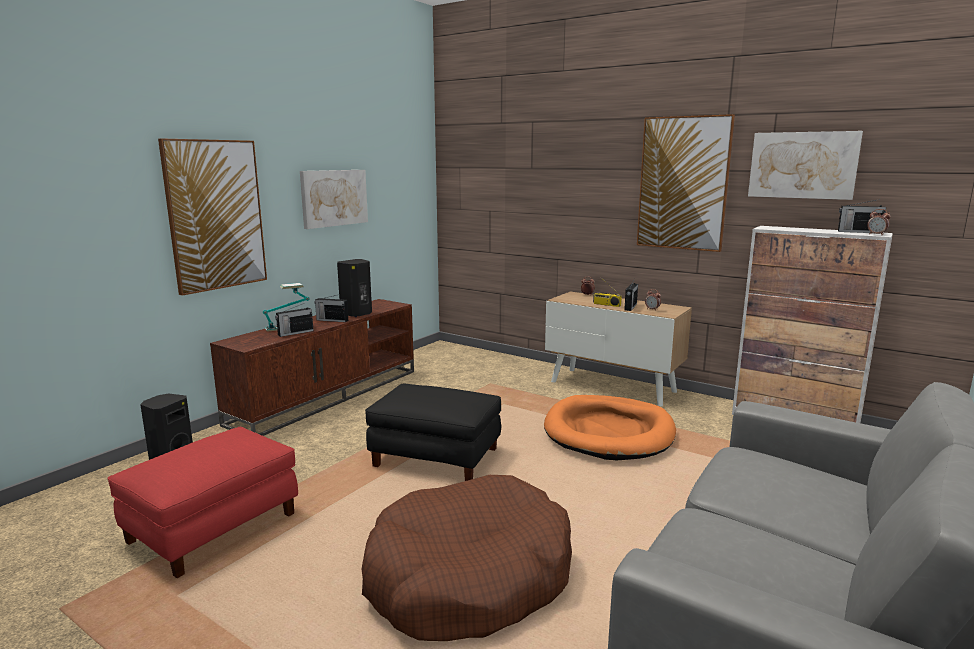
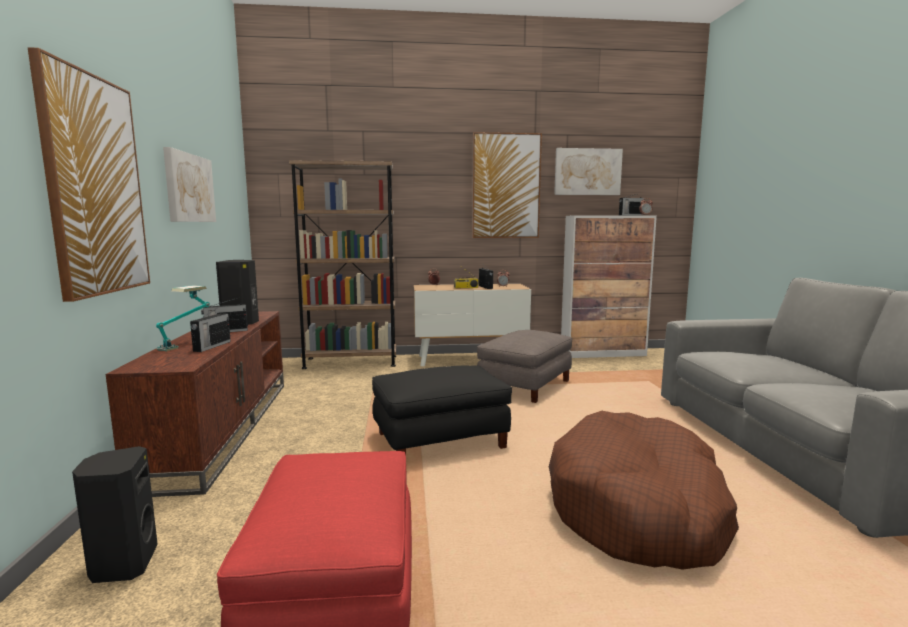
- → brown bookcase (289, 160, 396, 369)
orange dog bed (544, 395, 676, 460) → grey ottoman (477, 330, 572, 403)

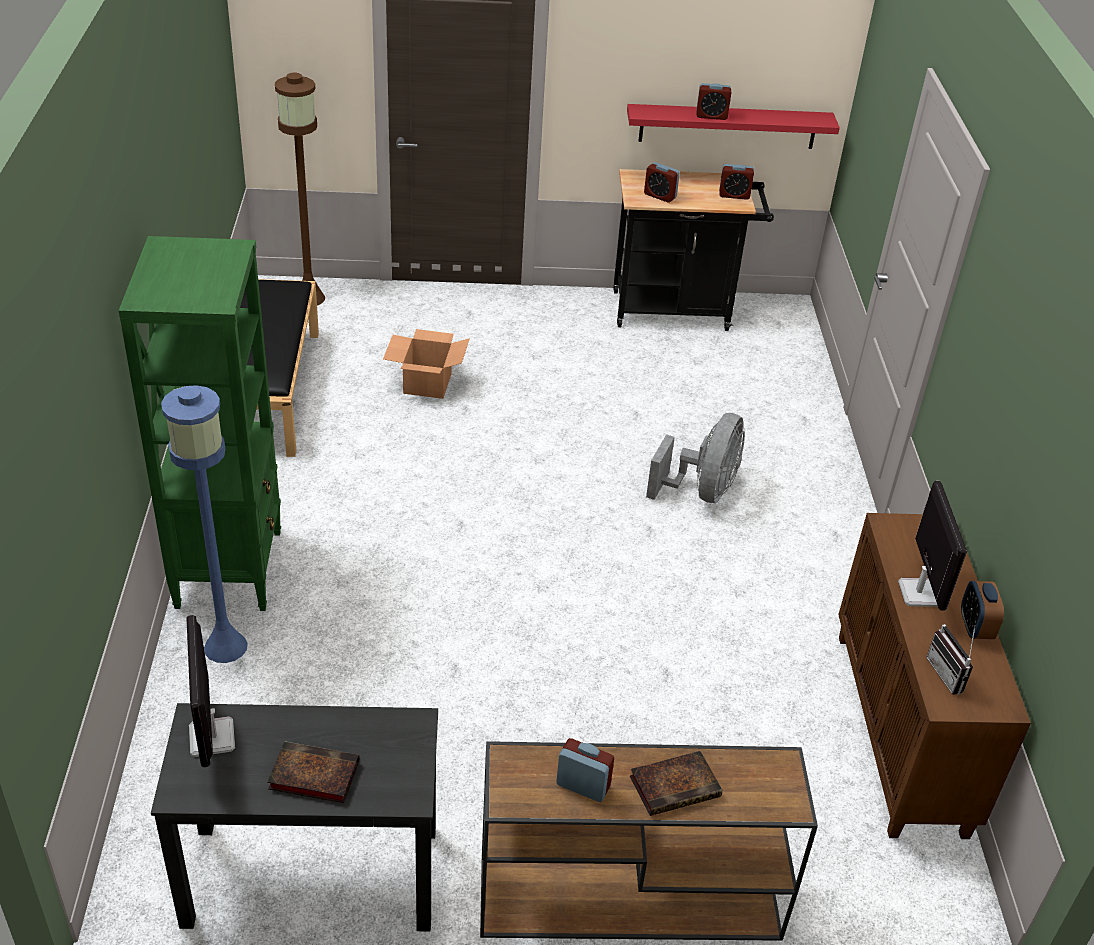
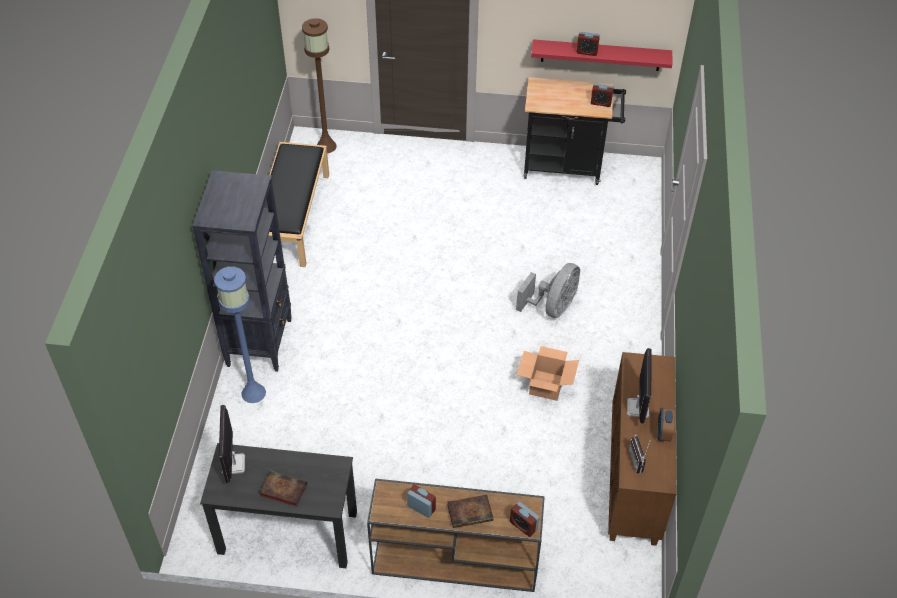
cardboard box (383, 329, 470, 399) → cardboard box (517, 346, 579, 401), moved
alarm clock (644, 162, 680, 202) → alarm clock (510, 502, 539, 537), moved
green bookcase (118, 236, 281, 611) → black bookcase (192, 170, 292, 372)

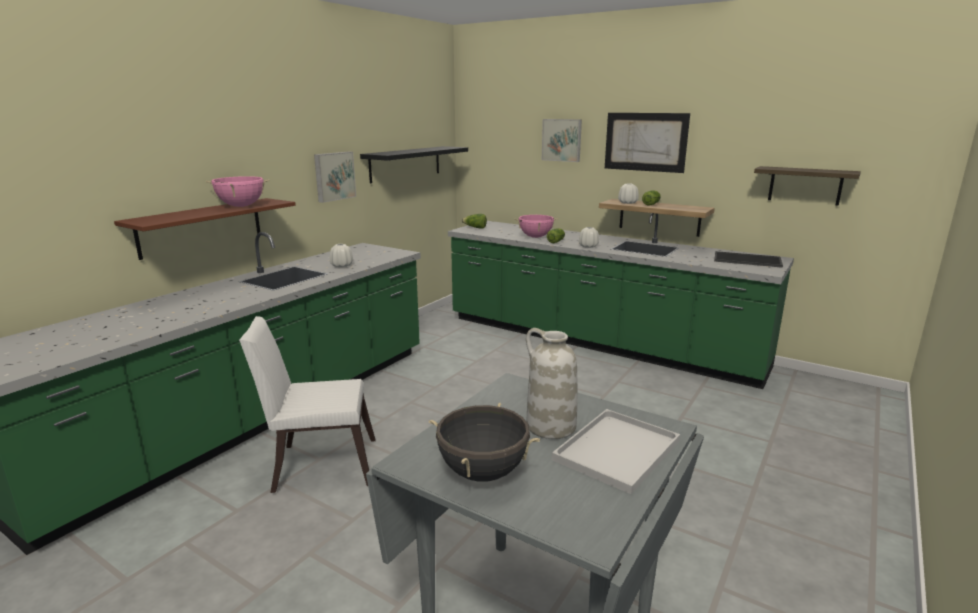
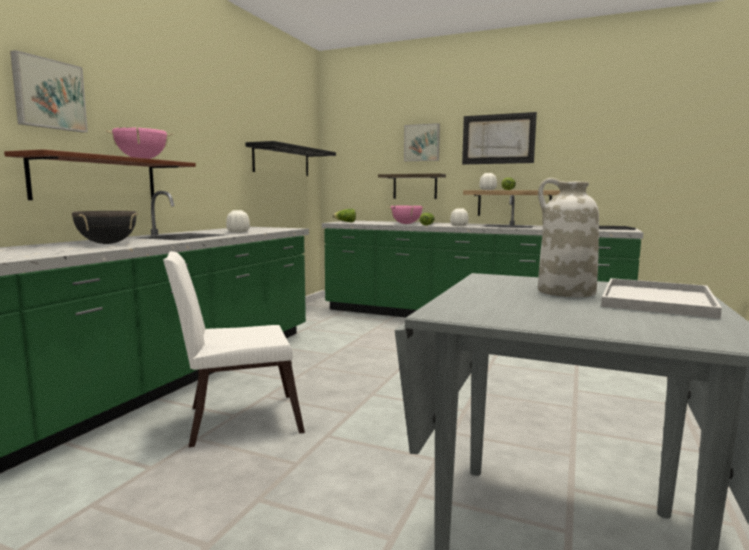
picture (314, 151, 356, 203) → picture (10, 50, 88, 133), moved
black cooking pot (429, 403, 540, 482) → black cooking pot (72, 211, 138, 244), moved
shelf (754, 166, 861, 206) → shelf (378, 173, 446, 199), moved

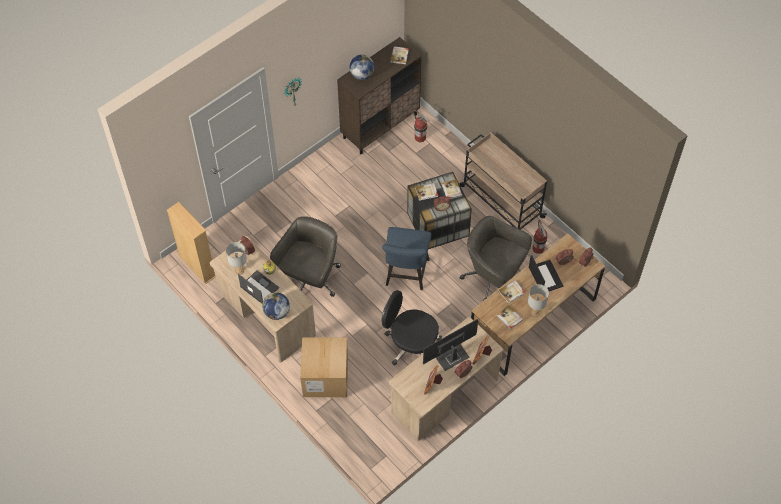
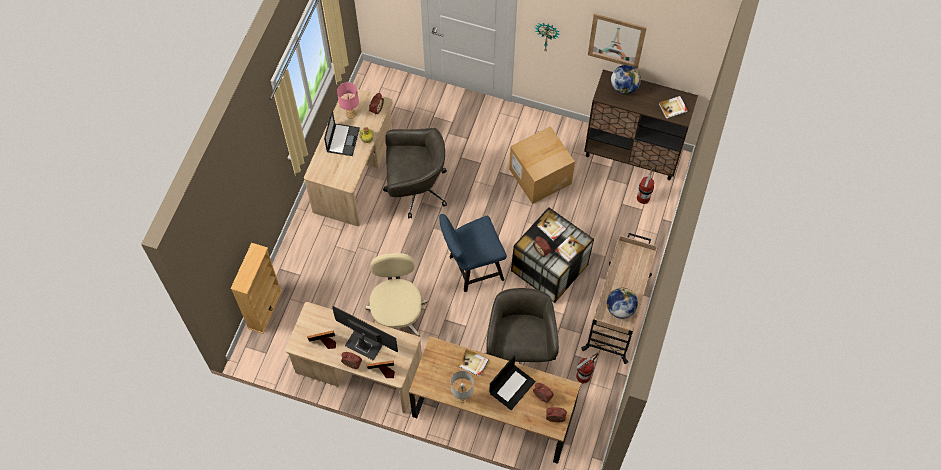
book (496, 305, 523, 330) → -
- → picture (588, 14, 647, 69)
beige bookcase (167, 202, 215, 284) → beige bookcase (230, 243, 282, 334), moved
globe (262, 292, 290, 320) → globe (607, 288, 638, 319), moved
cardboard box (300, 337, 348, 397) → cardboard box (509, 126, 575, 204), moved
grey table lamp (226, 242, 247, 275) → pink table lamp (337, 82, 359, 119)
black office chair (382, 290, 442, 366) → beige office chair (365, 253, 428, 337)

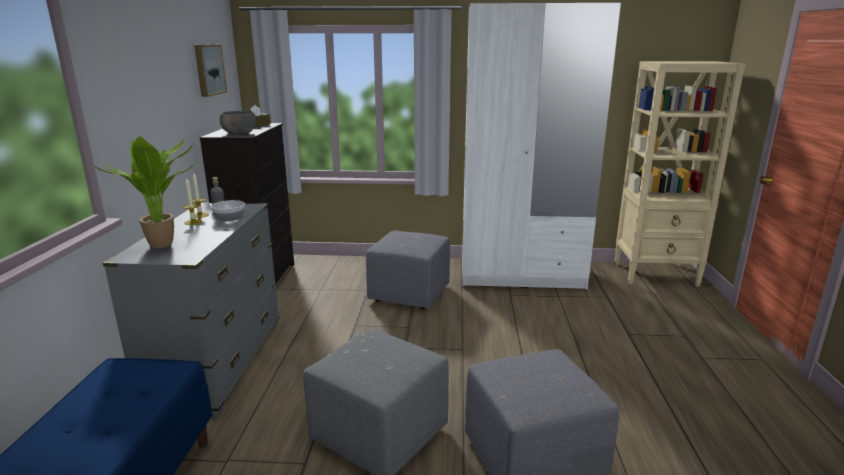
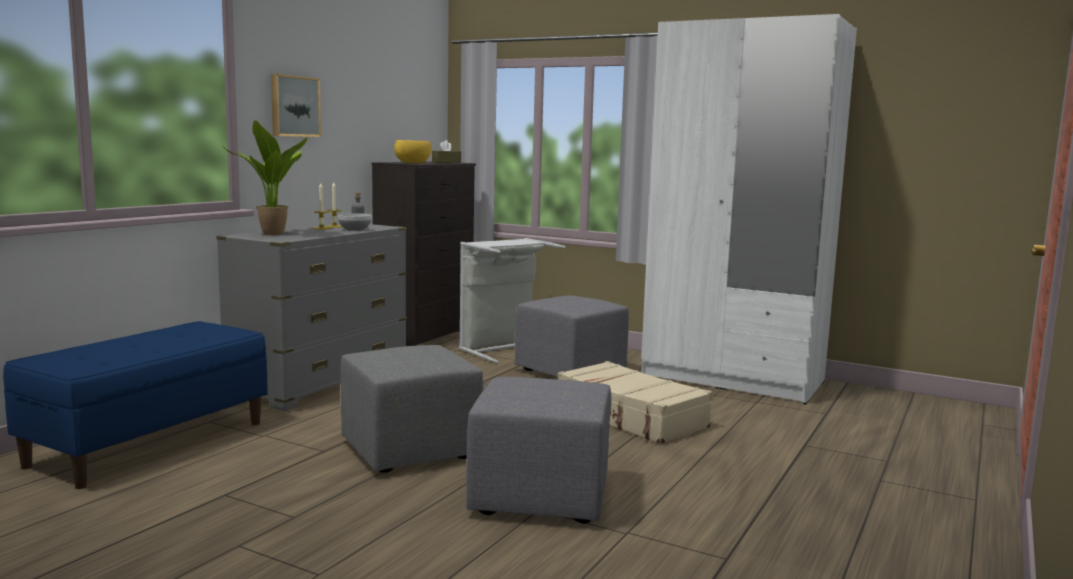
beige bookcase (615, 61, 746, 286) → -
- → grey laundry basket (459, 238, 566, 363)
- → beige suitcase (558, 361, 713, 444)
picture (194, 44, 227, 97) → picture (271, 74, 321, 137), moved
grey bowl (220, 111, 256, 134) → yellow bowl (394, 140, 432, 163)

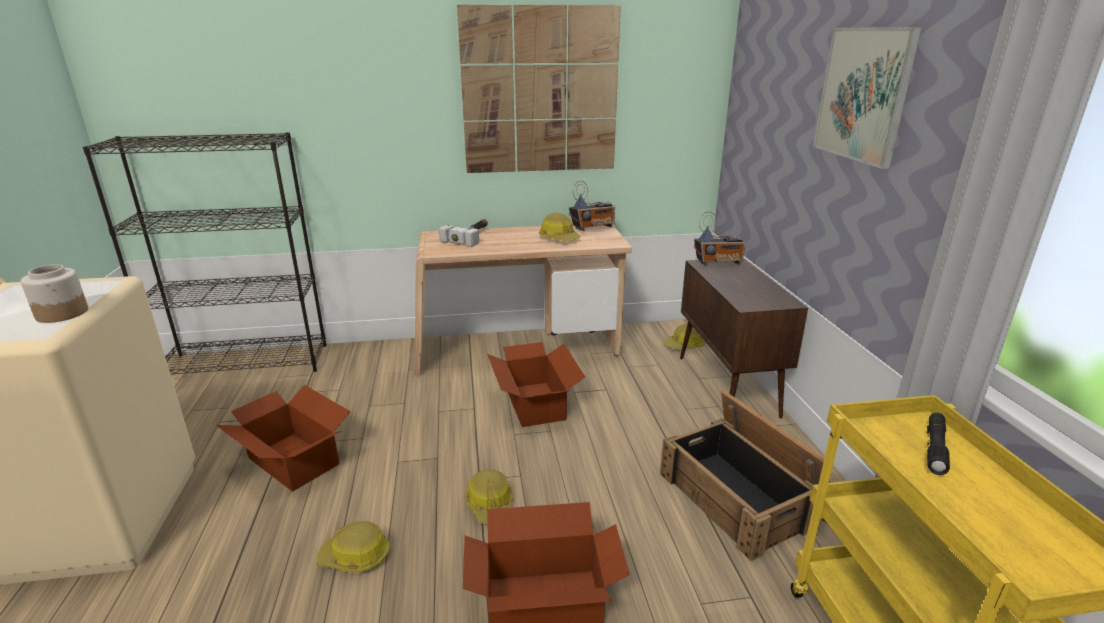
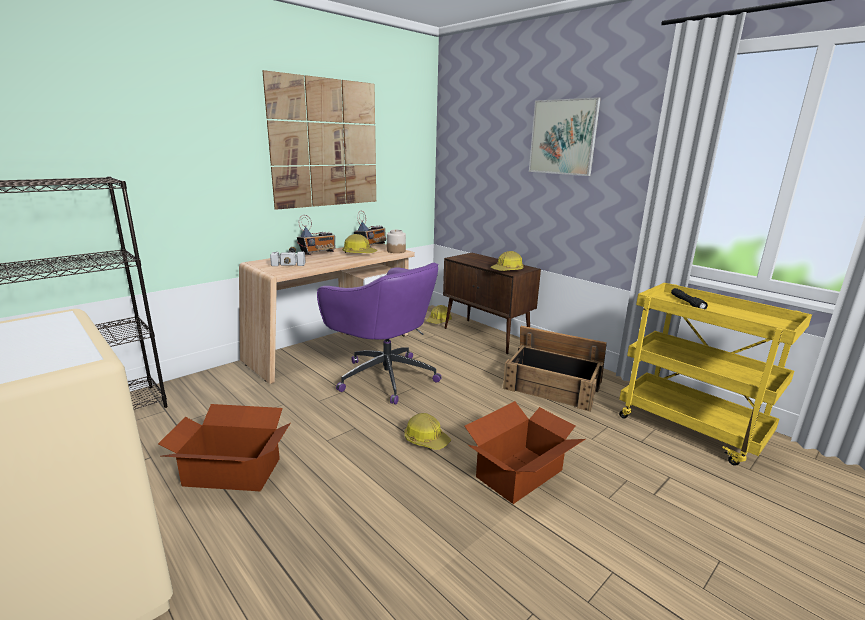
jar (21, 264, 88, 323) → jar (387, 230, 406, 253), moved
hard hat (316, 521, 390, 572) → hard hat (490, 251, 524, 271), moved
radio (694, 212, 746, 266) → radio (297, 215, 336, 255), moved
cardboard box (487, 342, 585, 427) → purple office chair (317, 263, 442, 405)

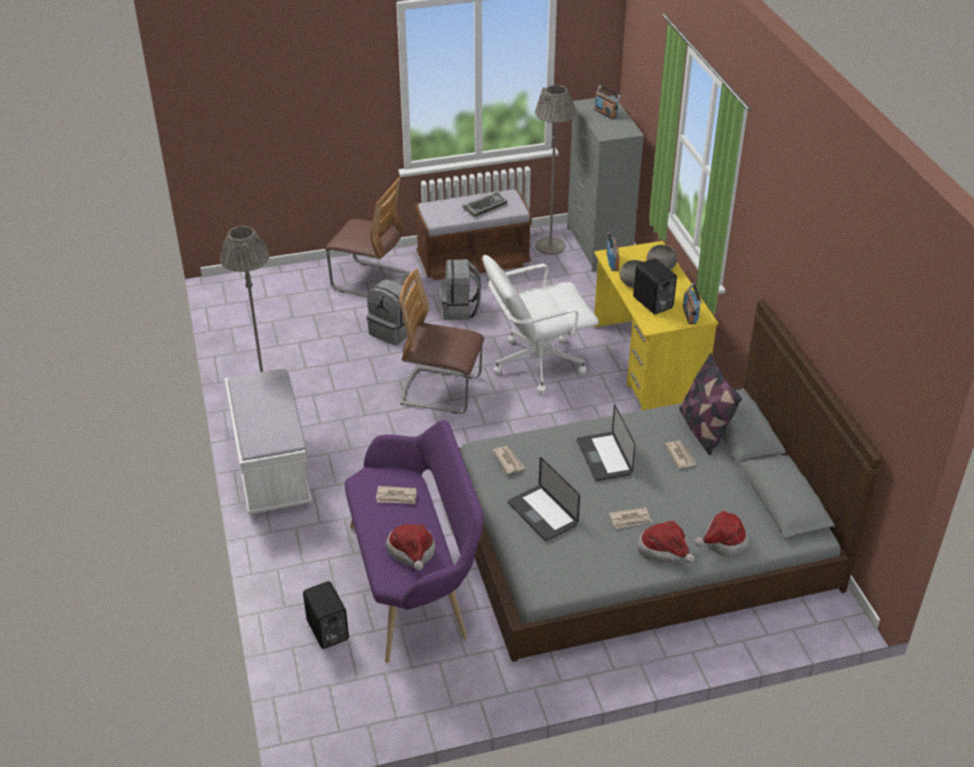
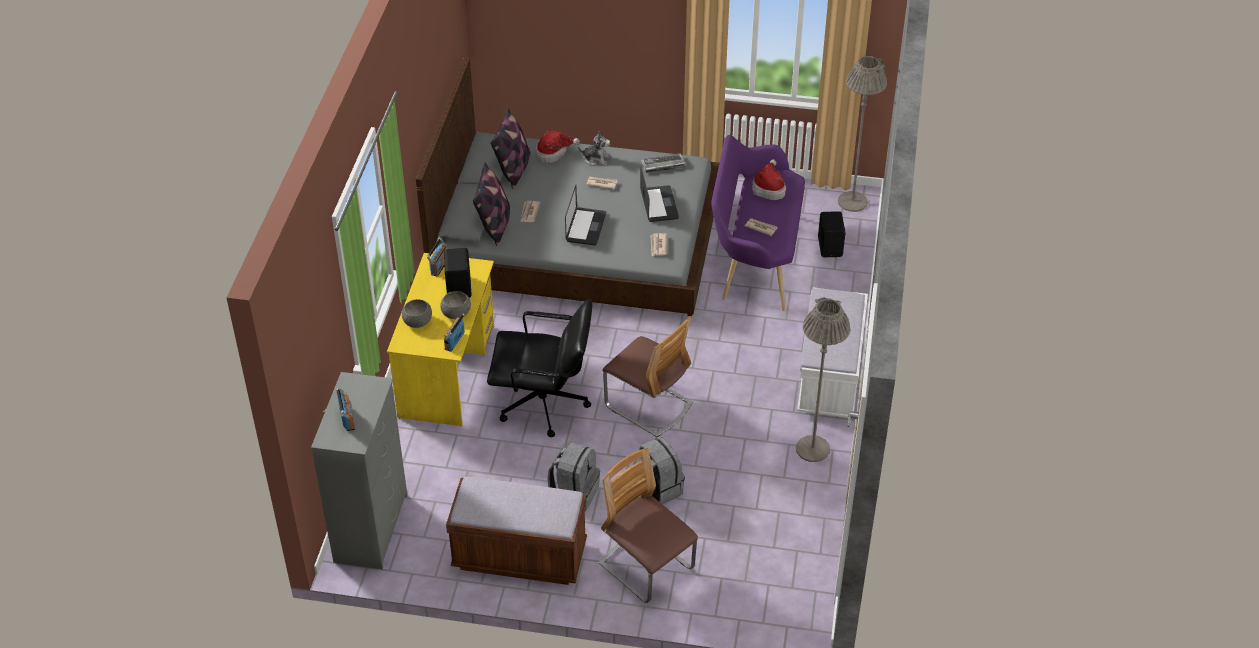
- → pillow (491, 108, 530, 189)
keyboard (463, 191, 507, 217) → keyboard (641, 154, 685, 173), moved
grey floor lamp (535, 85, 576, 255) → grey floor lamp (838, 56, 887, 212), moved
hat (637, 521, 695, 563) → plush toy (578, 131, 611, 166)
white office chair (483, 255, 599, 393) → black office chair (487, 299, 592, 437)

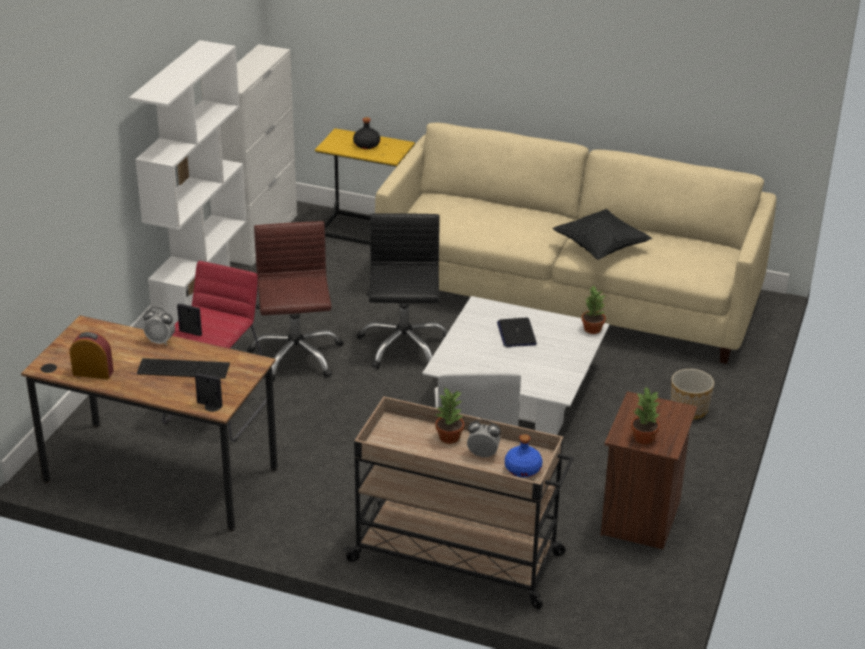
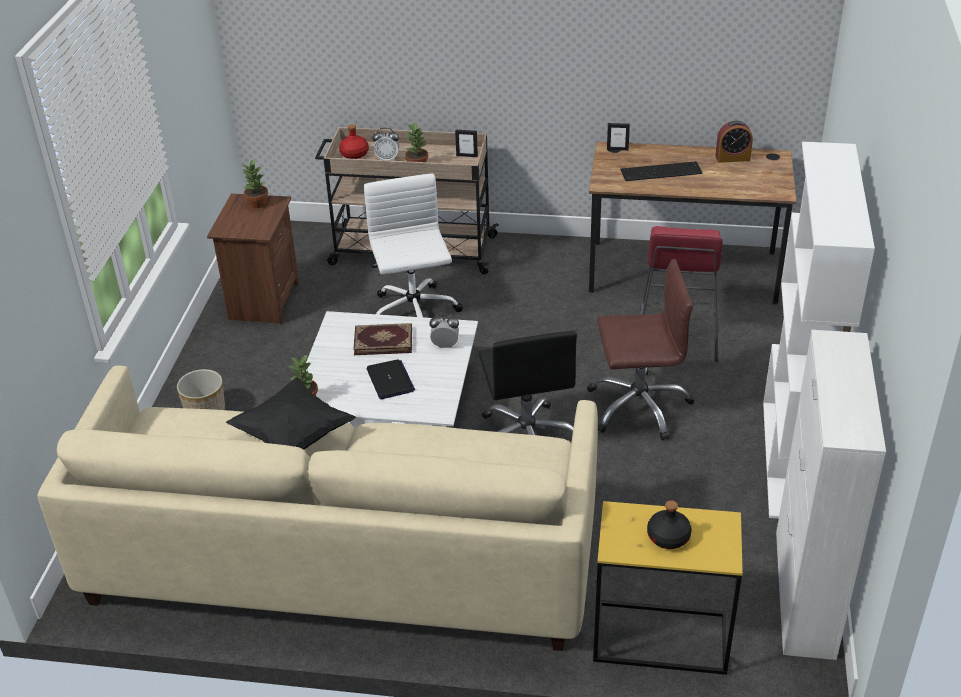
- → book (353, 323, 412, 355)
alarm clock (143, 307, 175, 346) → alarm clock (429, 314, 459, 348), moved
picture frame (177, 303, 202, 336) → picture frame (455, 130, 478, 157), moved
blue bottle (505, 434, 542, 477) → red bottle (339, 124, 369, 159)
brown office chair (247, 221, 344, 382) → brown office chair (587, 259, 694, 441), 75 degrees counterclockwise

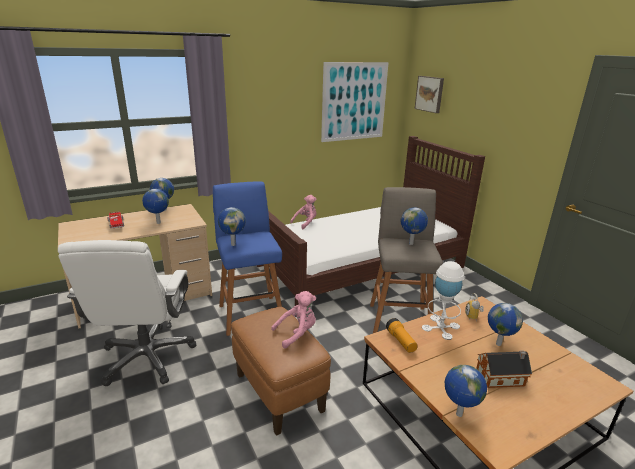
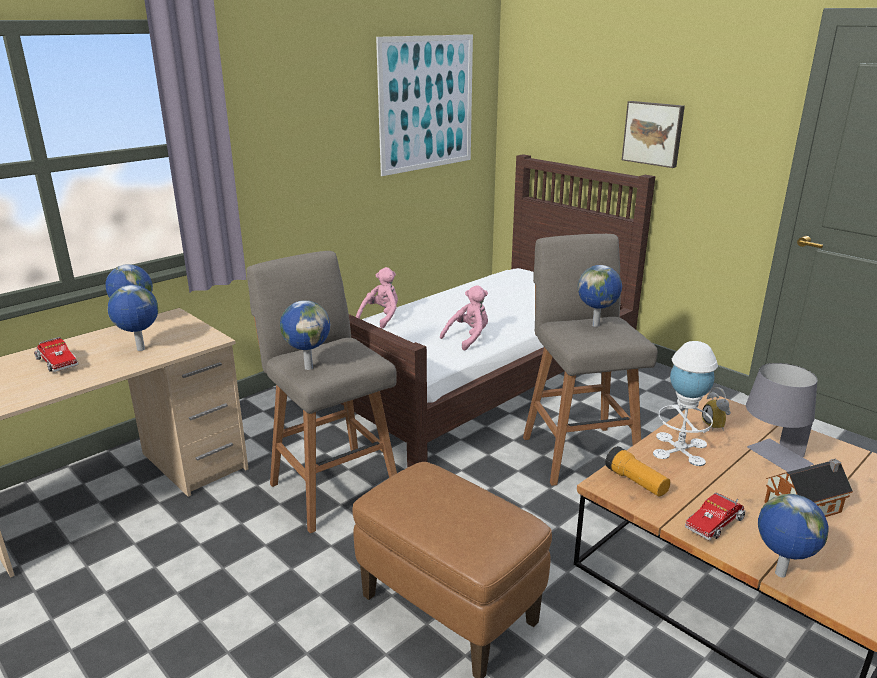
white office chair (58, 240, 196, 386) → -
- → toy truck (685, 492, 745, 540)
pink plush toy (271, 291, 316, 348) → pink plush toy (440, 285, 488, 351), moved
picture (415, 76, 444, 113) → picture (622, 101, 685, 168), moved
globe (488, 303, 523, 346) → grey table lamp (746, 363, 817, 472)
blue stool (213, 181, 282, 336) → grey stool (247, 251, 397, 533)

